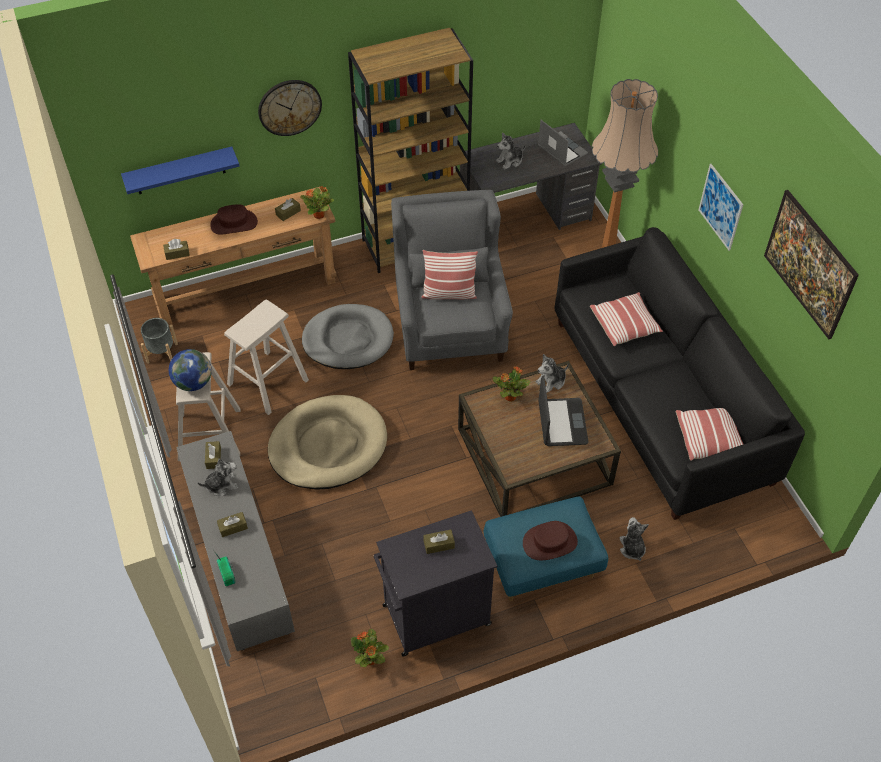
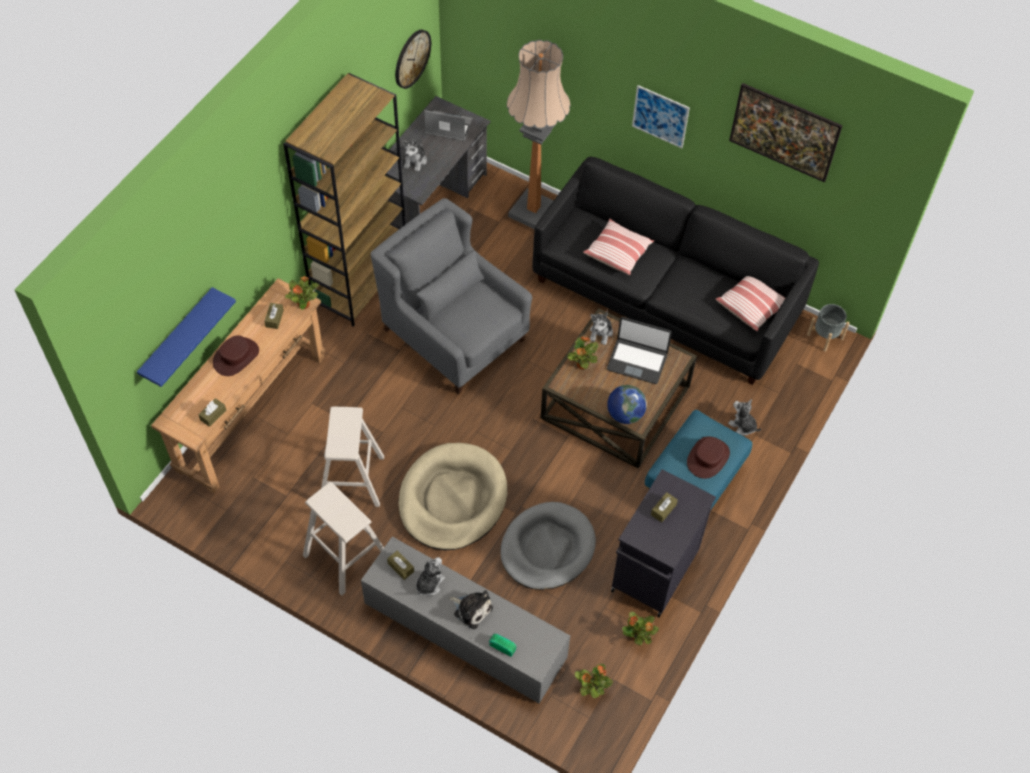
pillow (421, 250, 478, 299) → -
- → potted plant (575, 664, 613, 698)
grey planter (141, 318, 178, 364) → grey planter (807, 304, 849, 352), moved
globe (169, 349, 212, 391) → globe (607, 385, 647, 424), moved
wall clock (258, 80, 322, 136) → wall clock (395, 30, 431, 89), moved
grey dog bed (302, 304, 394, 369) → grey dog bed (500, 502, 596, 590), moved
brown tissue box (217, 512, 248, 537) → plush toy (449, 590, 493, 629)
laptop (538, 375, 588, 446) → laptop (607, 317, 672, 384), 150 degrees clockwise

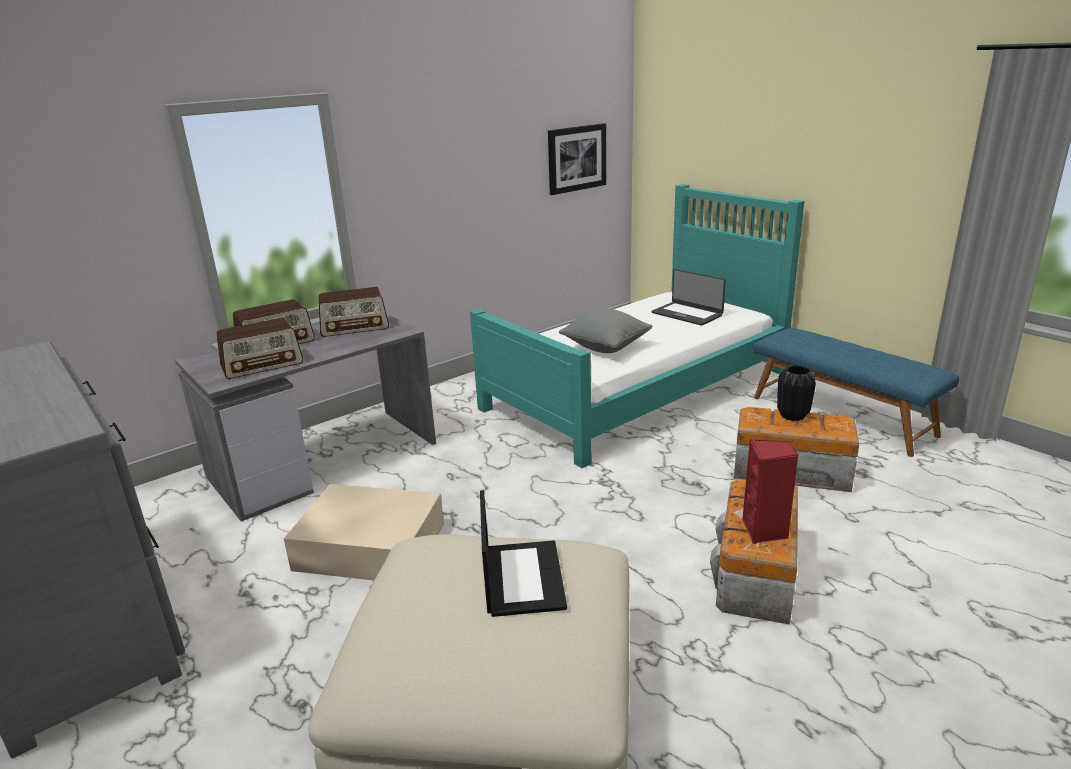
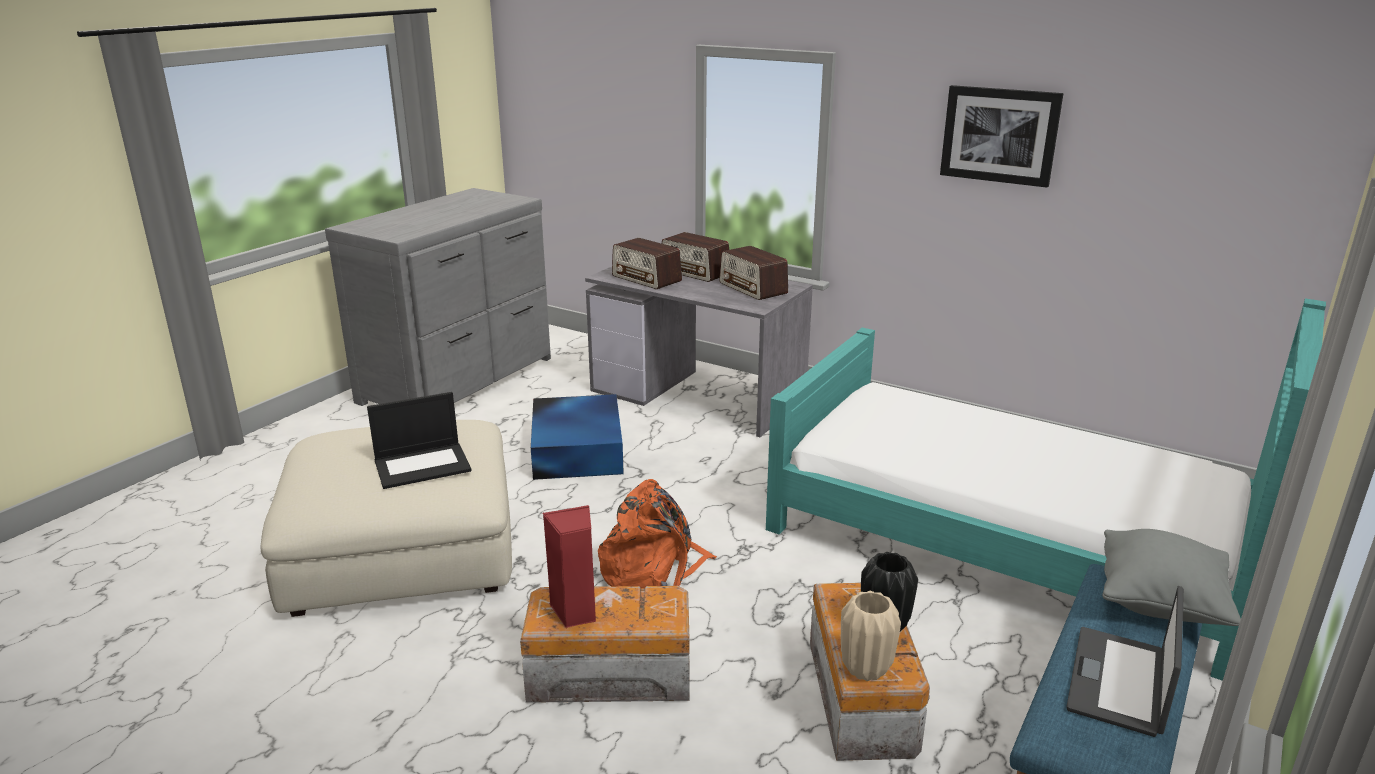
- → orange backpack (598, 479, 717, 588)
- → beige vase (841, 591, 901, 681)
picture (548, 123, 606, 195) → picture (940, 85, 1063, 188), moved
grey pillow (559, 309, 652, 353) → grey pillow (1102, 529, 1241, 626), moved
laptop (652, 269, 726, 326) → laptop (1067, 586, 1184, 737), moved
beige storage box (284, 484, 444, 580) → blue storage box (531, 394, 624, 480)

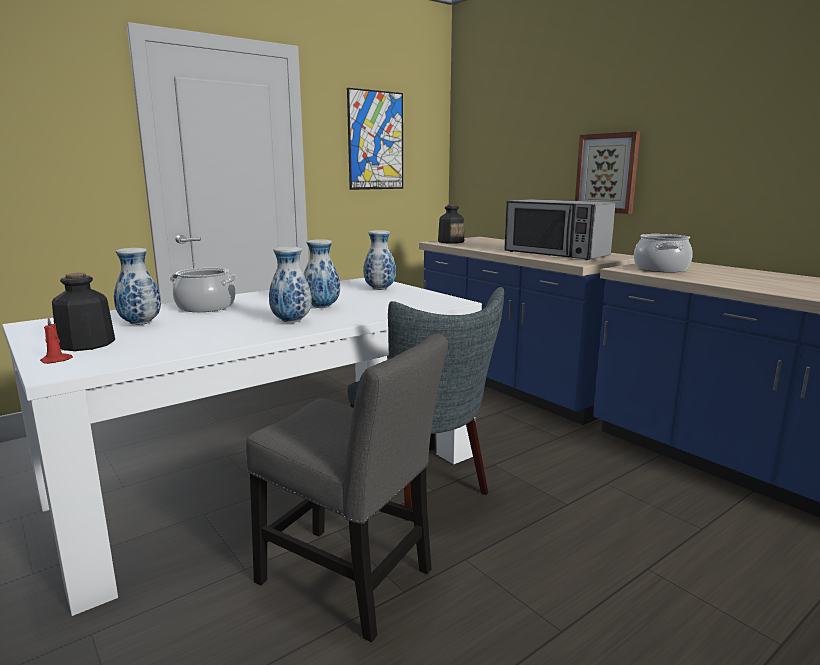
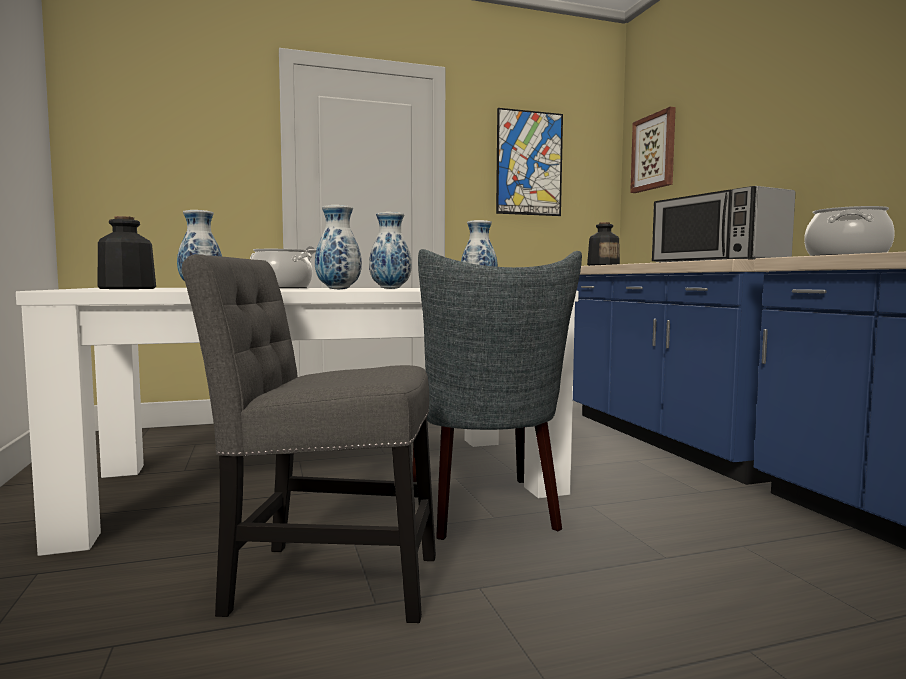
red candle (40, 316, 73, 364) → -
picture (575, 131, 640, 214) → picture (630, 107, 676, 193), moved
grey chair (245, 333, 448, 642) → grey chair (182, 254, 436, 623), 135 degrees clockwise

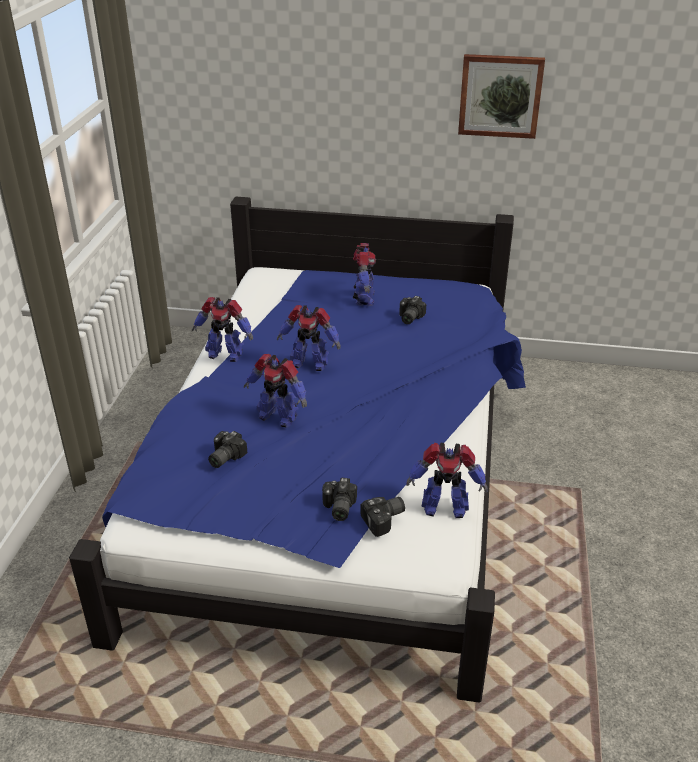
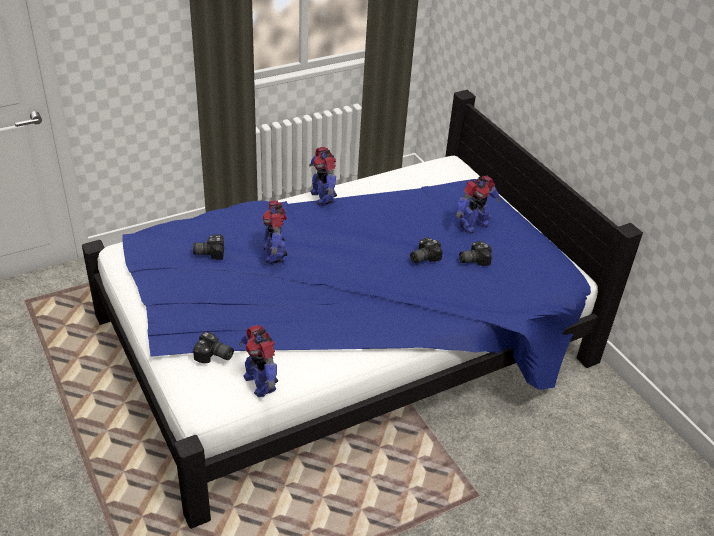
toy robot (277, 305, 341, 371) → -
picture (458, 54, 545, 139) → -
photo camera (322, 478, 357, 521) → photo camera (410, 237, 443, 263), moved

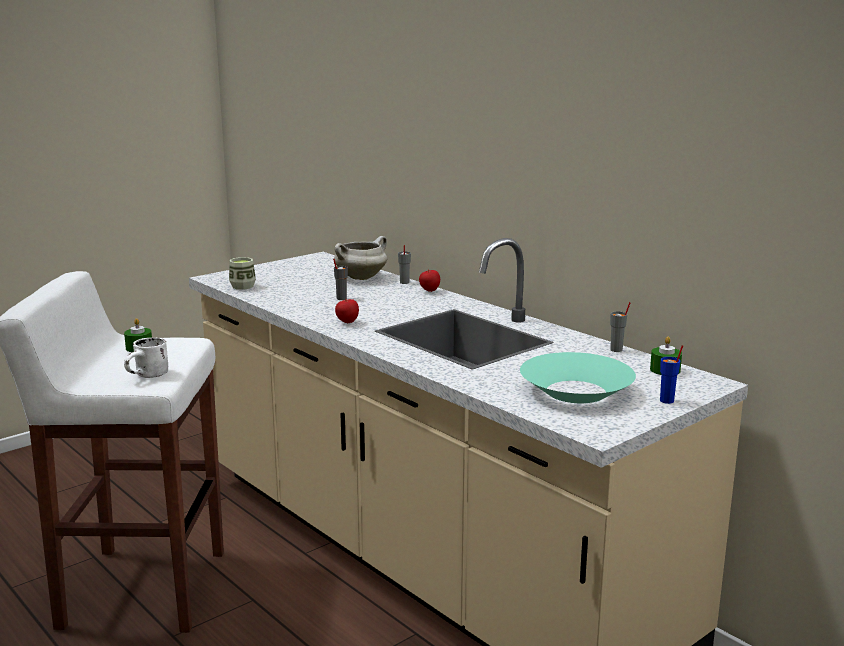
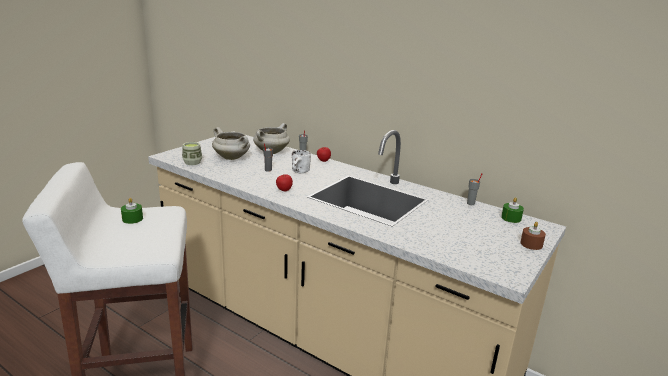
turquoise bowl (520, 352, 636, 403) → -
- → white cooking pot (212, 127, 250, 160)
white mug (124, 337, 168, 378) → white mug (292, 150, 311, 173), moved
blue cup (660, 345, 683, 404) → brown candle (520, 222, 546, 250)

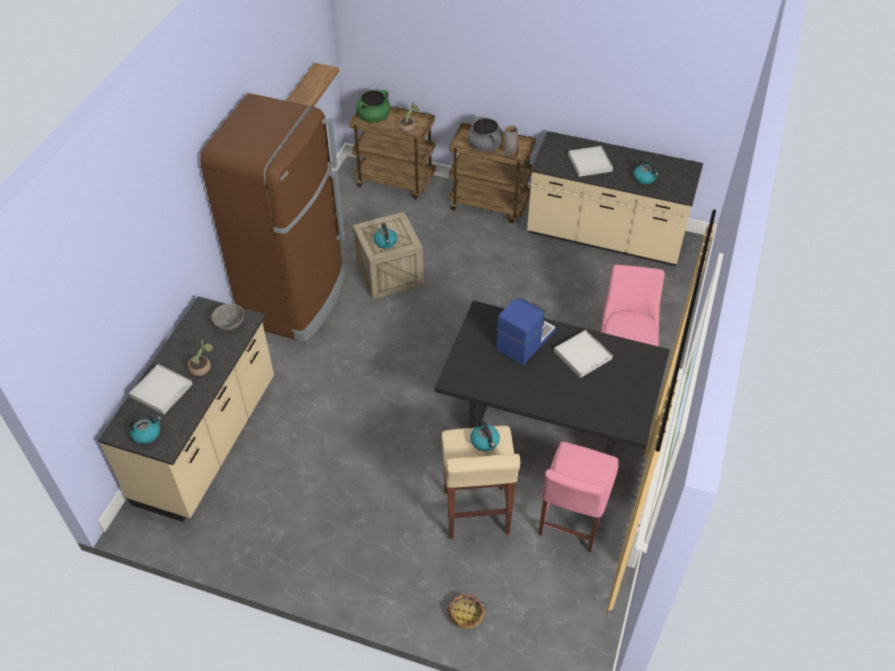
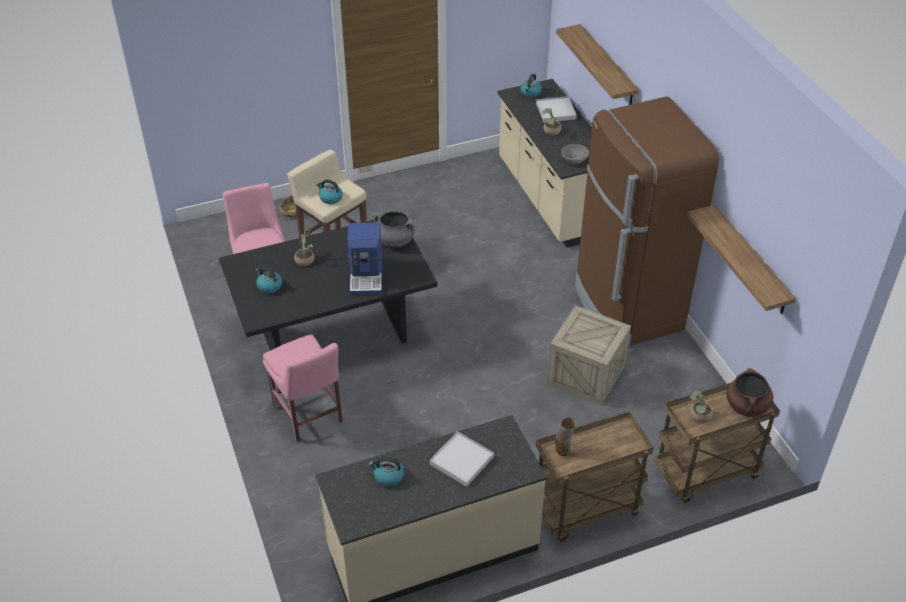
white tray (554, 330, 613, 378) → -
- → potted plant (294, 228, 315, 266)
- → shelf (556, 24, 639, 105)
kettle (374, 223, 397, 249) → kettle (255, 267, 282, 293), moved
grey cooking pot (468, 117, 503, 152) → grey cooking pot (374, 210, 415, 247), moved
green cooking pot (356, 90, 390, 123) → brown cooking pot (727, 368, 773, 417)

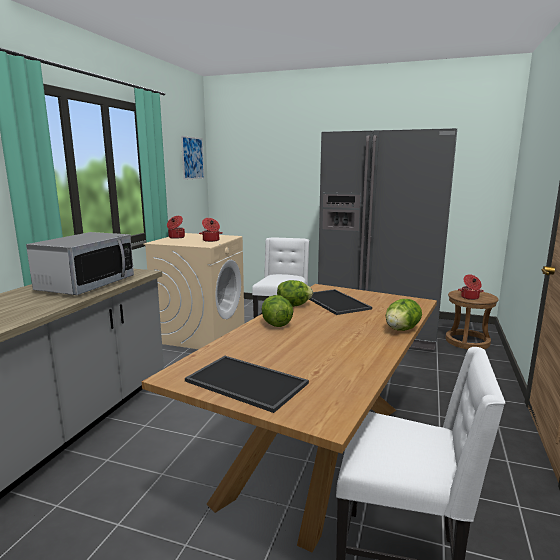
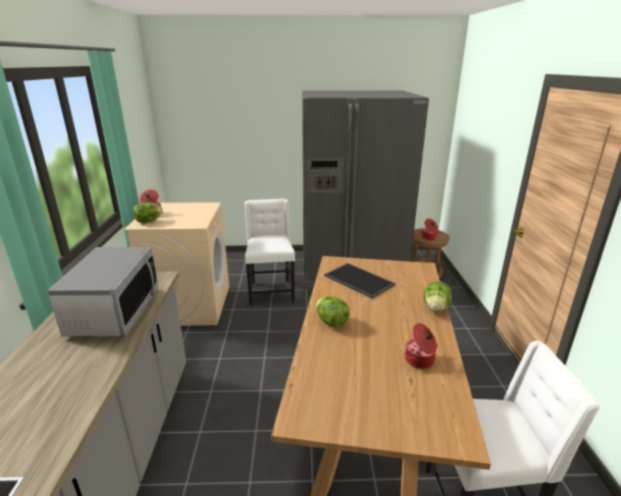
picture (181, 136, 204, 180) → -
tray (185, 356, 309, 413) → -
cooking pot (199, 218, 223, 242) → cooking pot (404, 323, 438, 369), moved
lettuce (277, 280, 313, 307) → lettuce (133, 202, 163, 223), moved

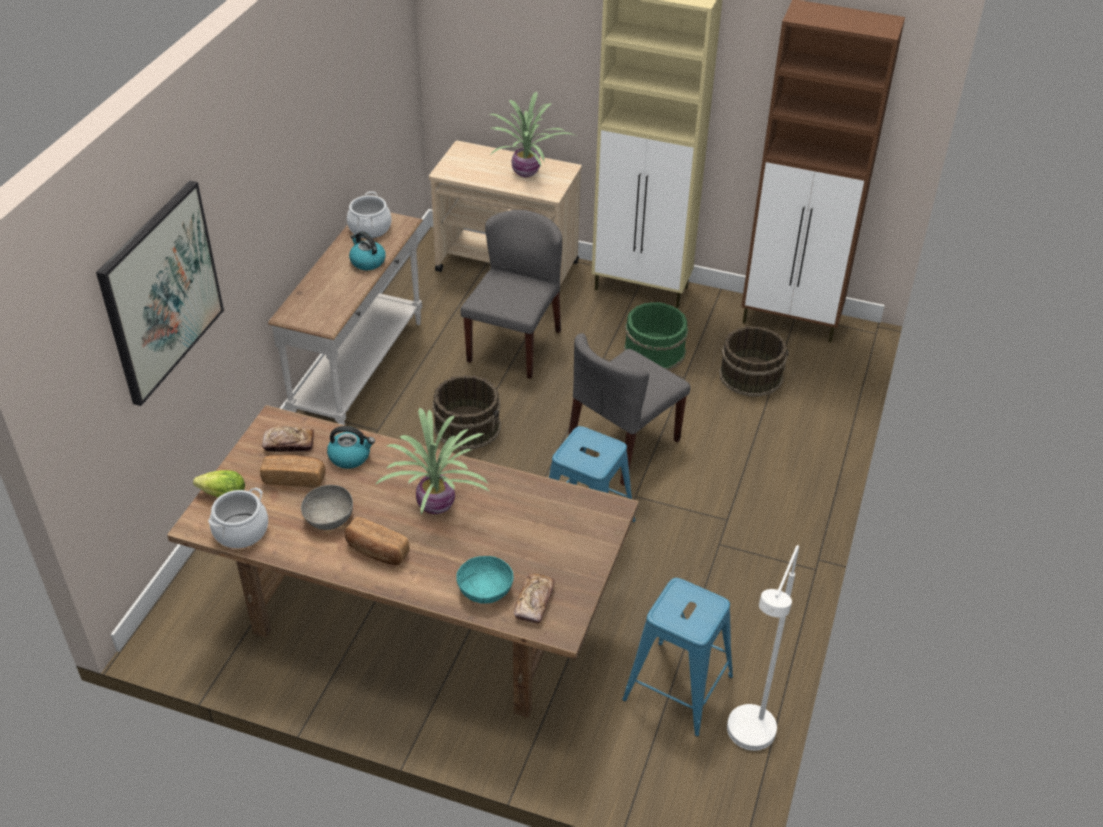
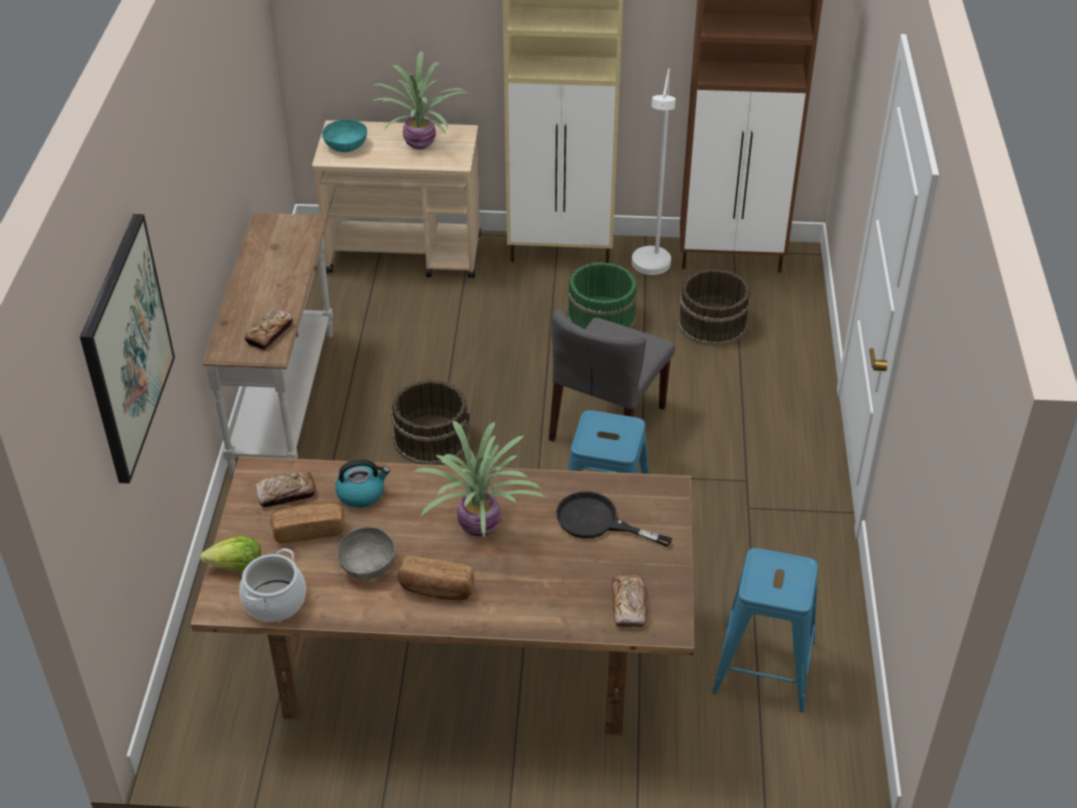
cooking pot (347, 191, 392, 238) → -
kettle (349, 231, 386, 270) → -
grey chair (460, 210, 562, 379) → -
- → bread (244, 310, 293, 350)
- → black frying pan (556, 491, 672, 547)
turquoise bowl (456, 556, 513, 604) → turquoise bowl (322, 119, 367, 152), moved
white floor lamp (727, 545, 799, 751) → white floor lamp (632, 68, 676, 275), moved

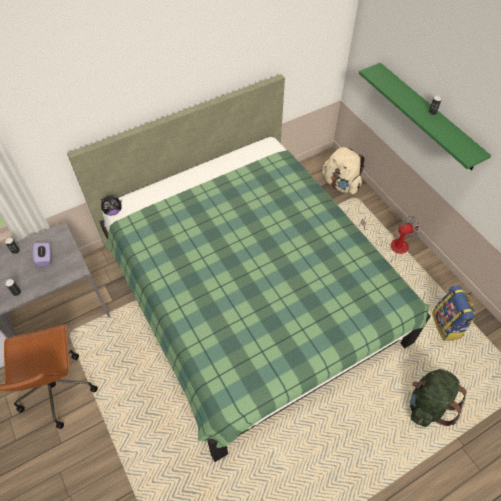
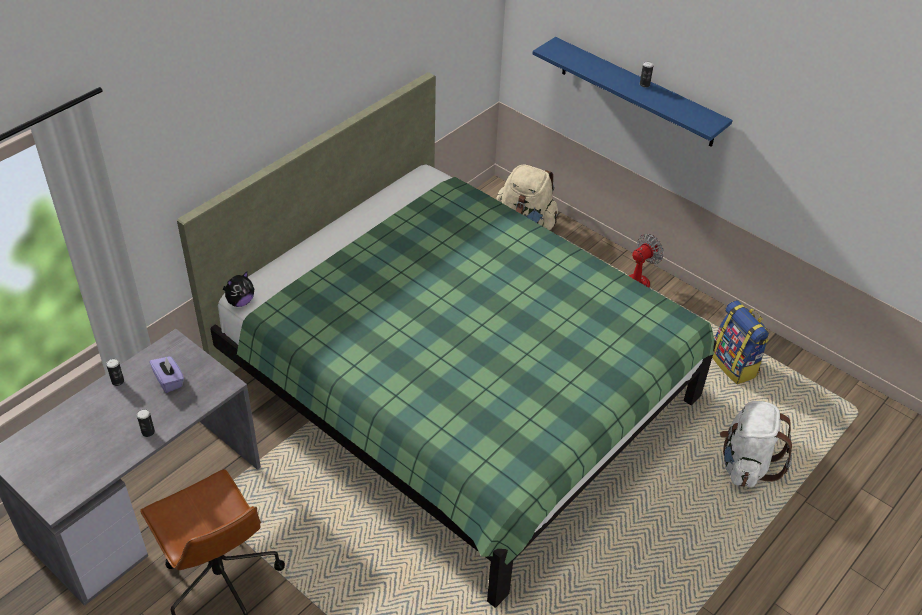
green shelf (359, 63, 491, 170) → blue shelf (532, 37, 733, 147)
green backpack (410, 369, 467, 427) → white backpack (720, 401, 792, 487)

